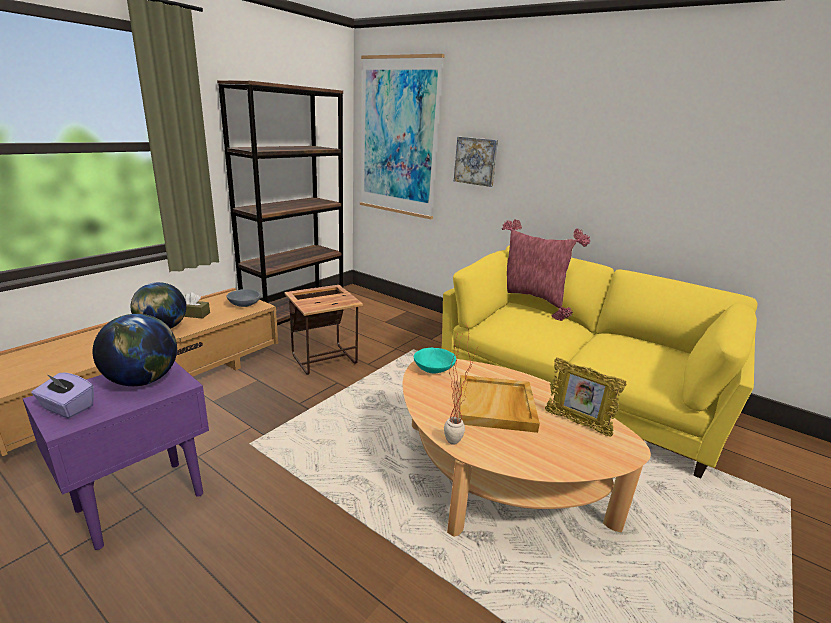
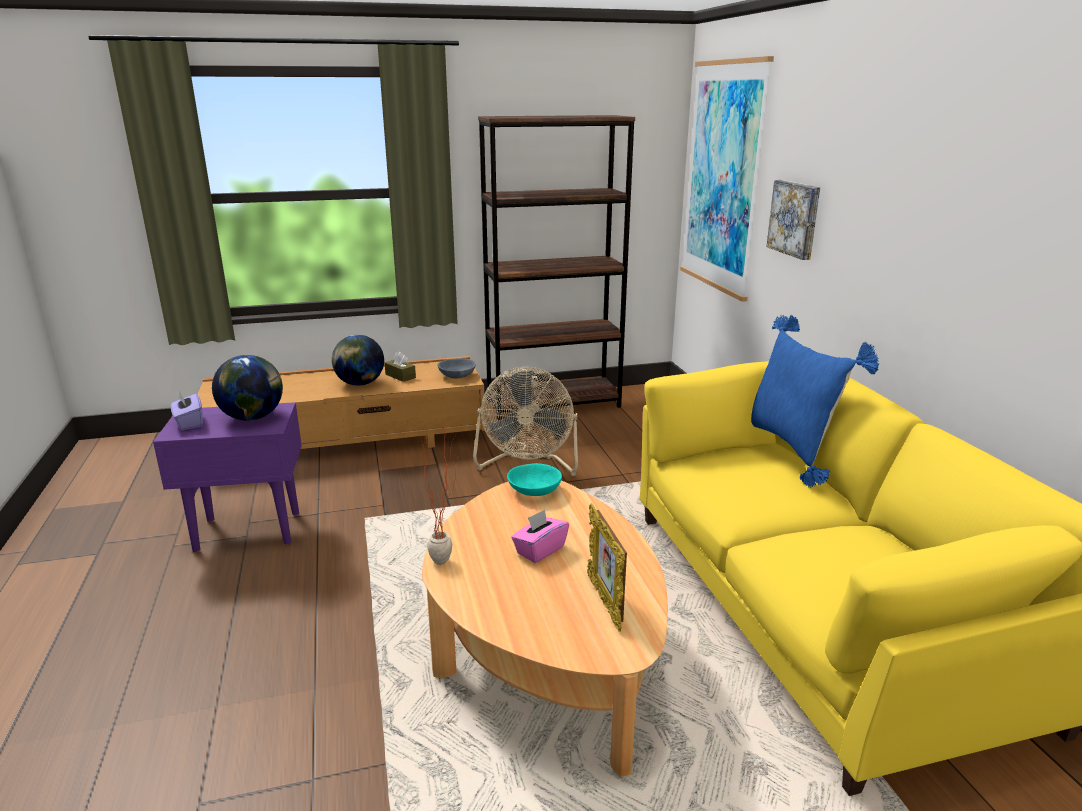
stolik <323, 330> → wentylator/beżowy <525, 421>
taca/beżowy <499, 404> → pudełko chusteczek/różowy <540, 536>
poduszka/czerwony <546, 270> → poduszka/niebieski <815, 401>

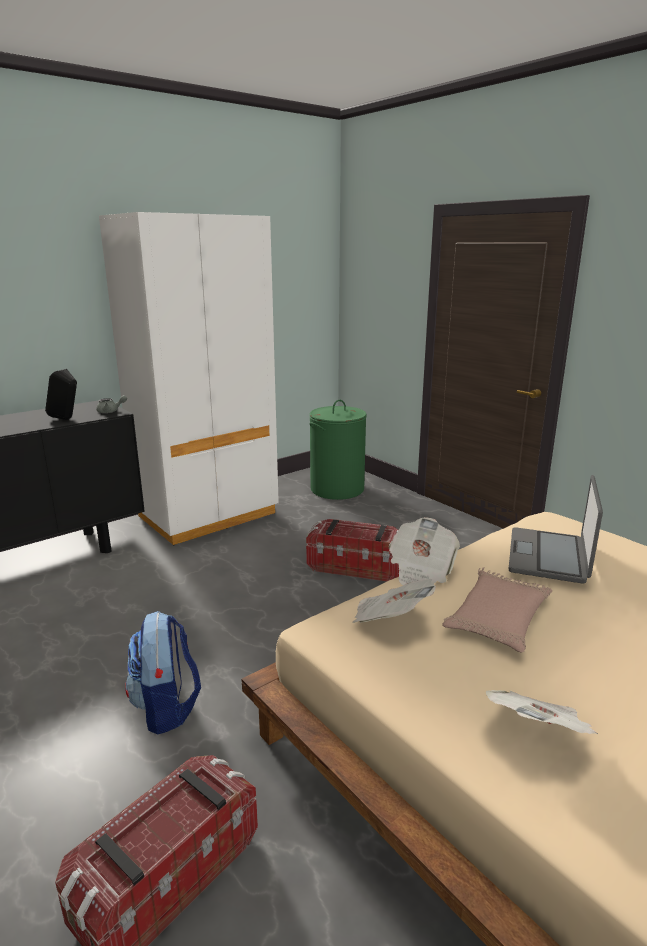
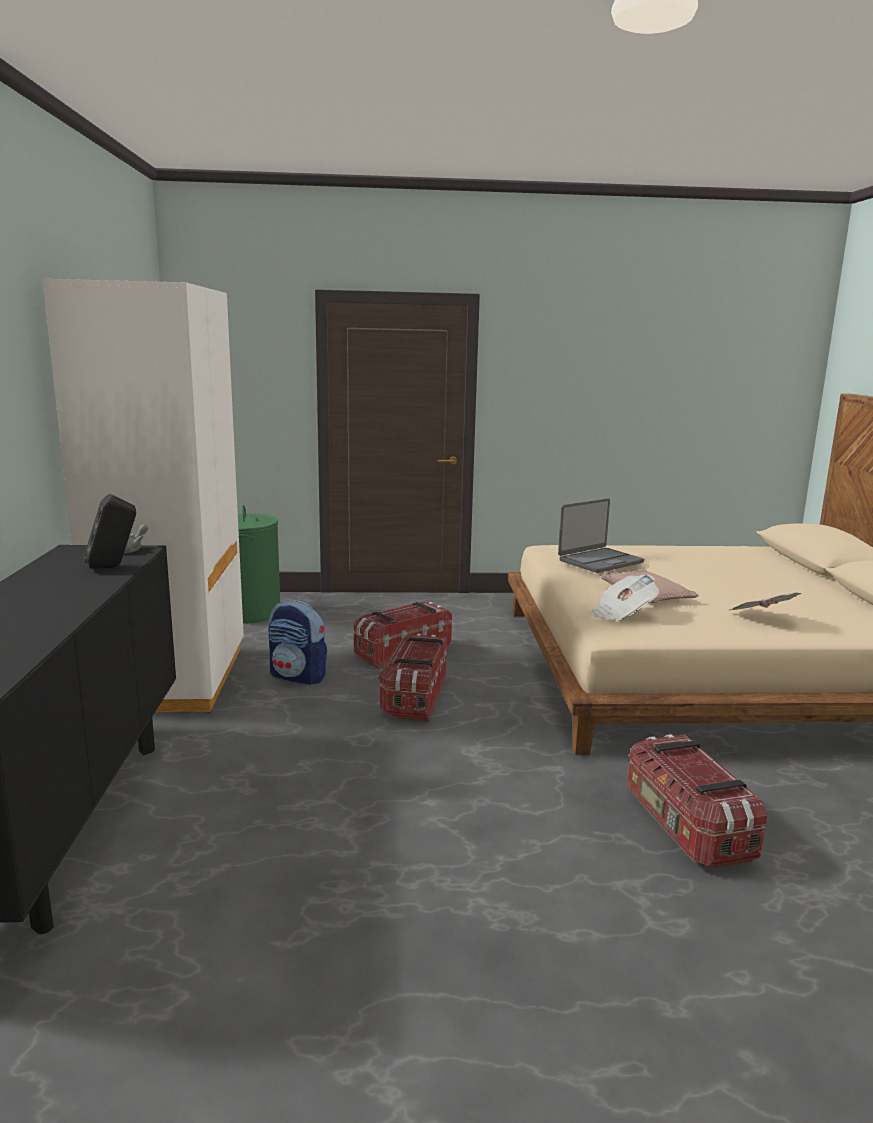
plecak <163, 673> → plecak <298, 642>, moved
- → pojemnik do przechowywania <413, 678>
laptop <556, 529> → laptop <601, 535>, 90 degrees counterclockwise
gazeta <424, 551> → -

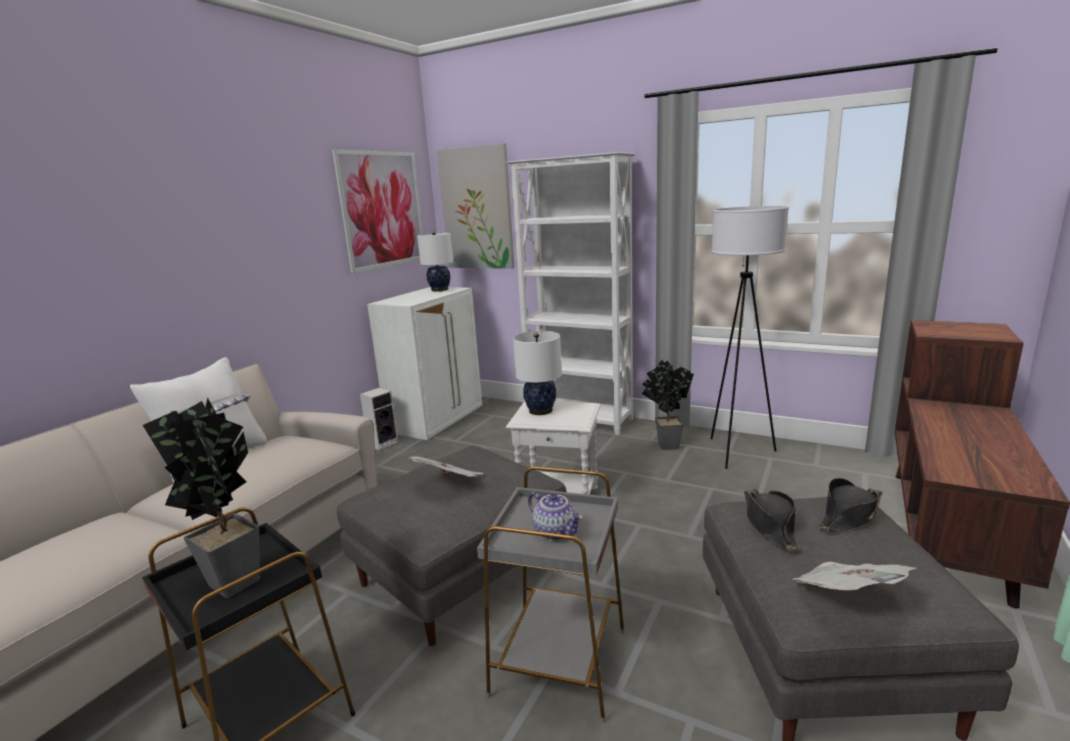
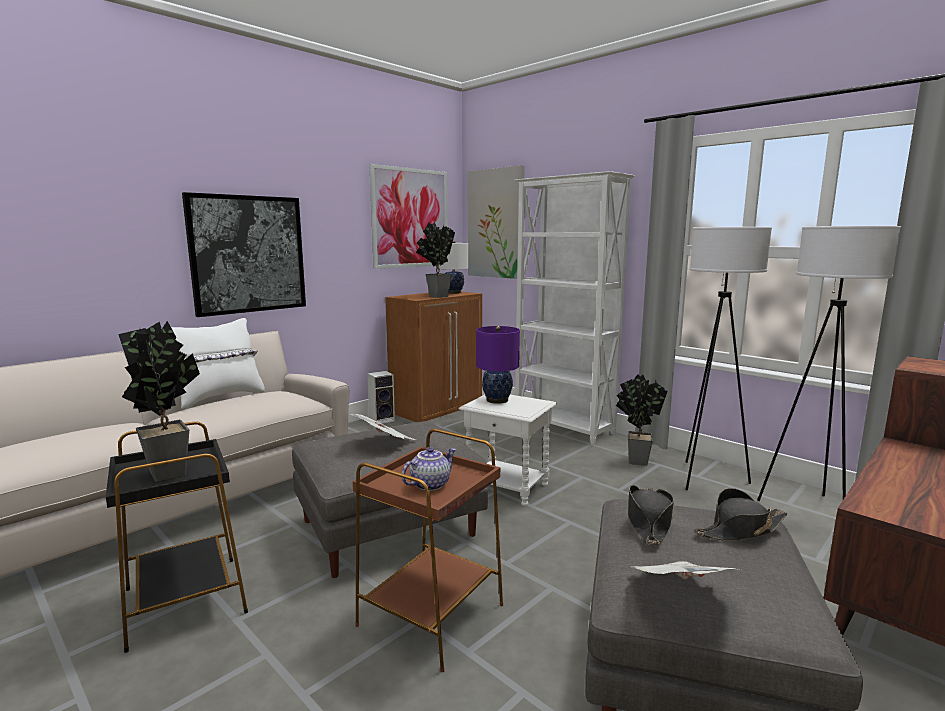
- → obraz <244, 254>
stolik/szary <550, 594> → stolik/brązowy <428, 550>
szafka/biały <424, 363> → szafka/brązowy <433, 356>
imbryk <555, 516> → imbryk <429, 469>, 105 degrees counterclockwise
- → roślina doniczkowa <435, 260>
lampa stołowa/biały <537, 373> → lampa stołowa/fioletowy <498, 365>
- → lampa stojąca/biały <829, 363>

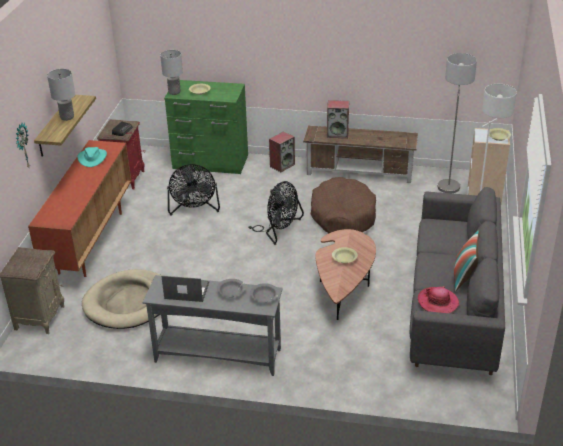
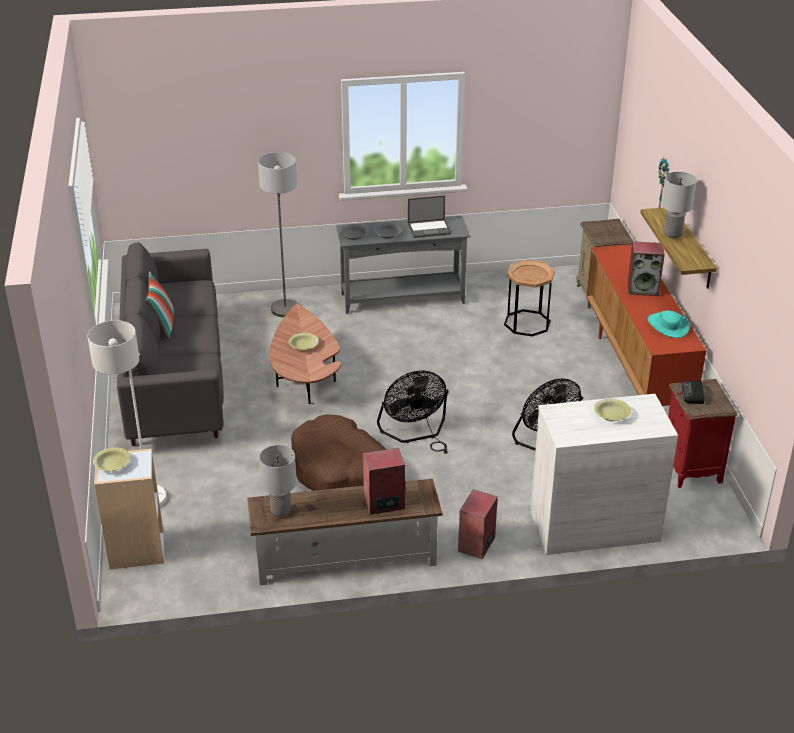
lampa stojąca/szary <457, 123> → lampa stojąca/szary <278, 234>, moved
lampa stołowa/szary <171, 72> → lampa stołowa/szary <278, 481>, moved
wentylator/czarny <276, 213> → wentylator/czarny <413, 412>, 60 degrees clockwise
legowisko/beżowy <122, 299> → stolik/brązowy <529, 298>
komoda/zielony <206, 127> → komoda/biały <604, 474>
- → głośnik <646, 268>
kapelusz <438, 299> → -

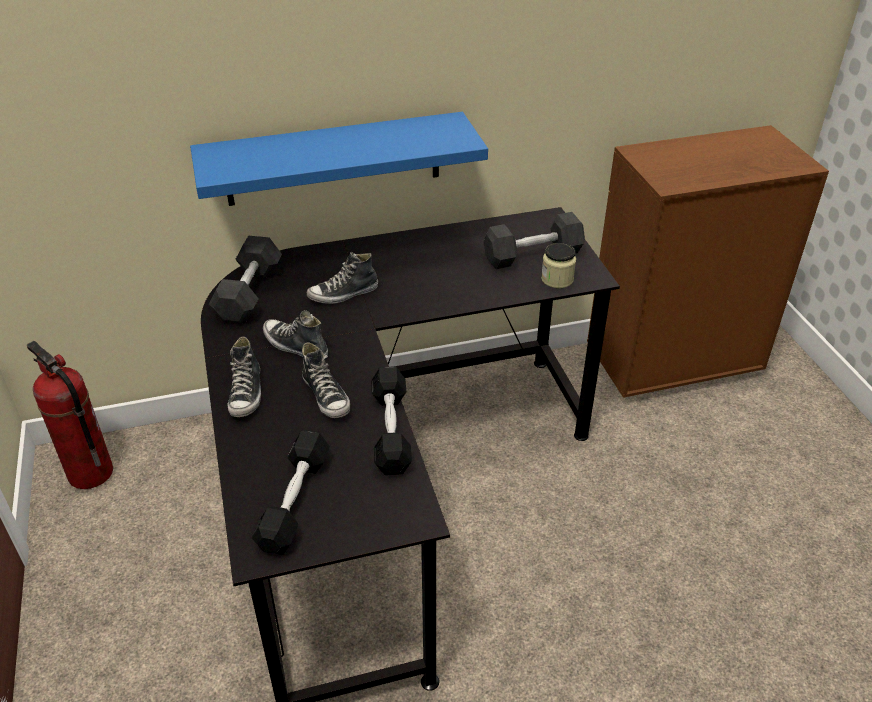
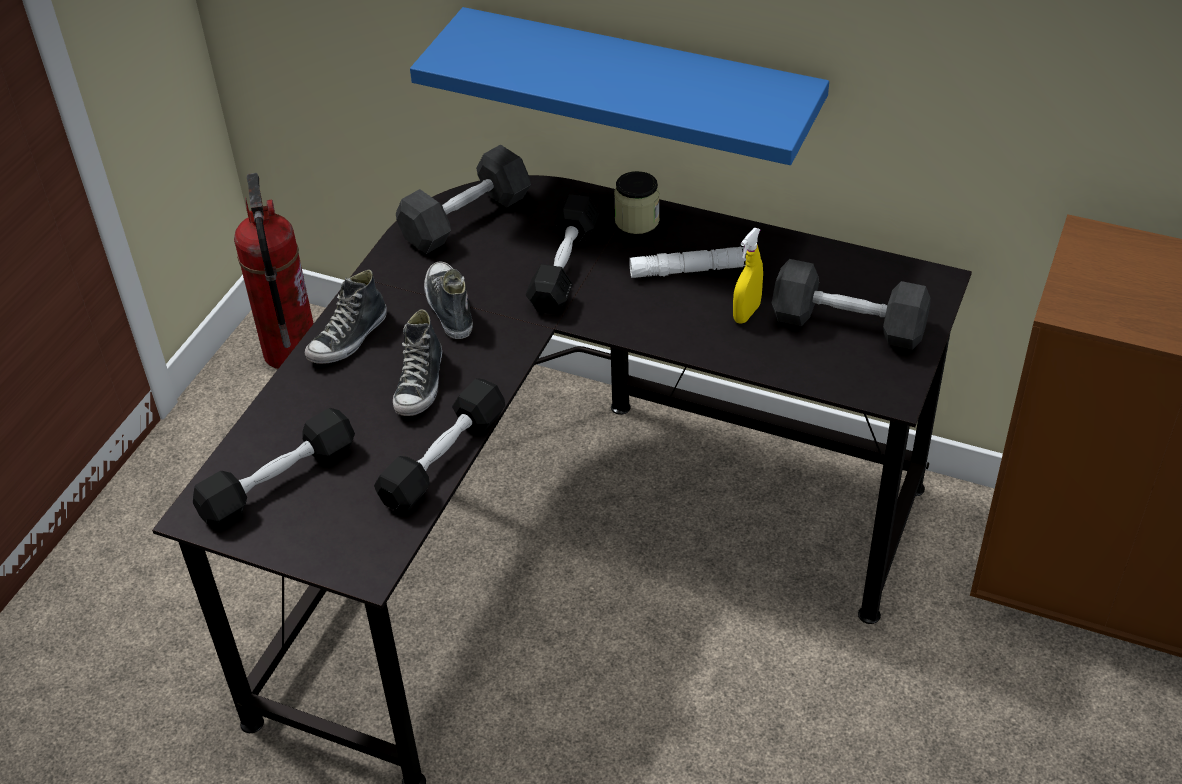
but <342, 278> → hantel/czarny <562, 254>
słoik <558, 265> → słoik <637, 202>, moved
- → latarka/biały <687, 262>
- → spryskiwacz/żółty <748, 276>

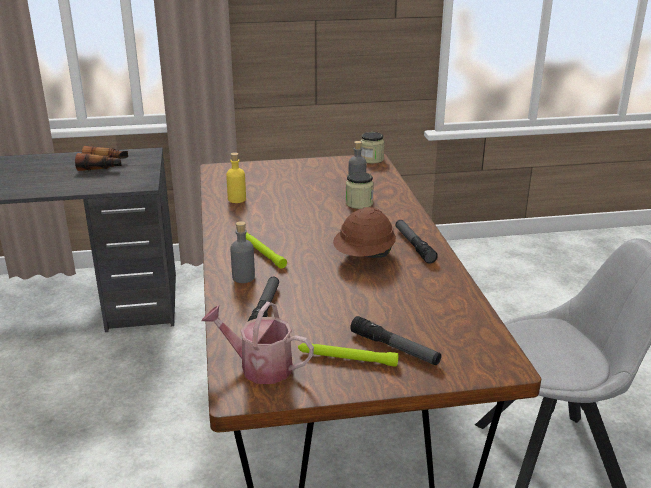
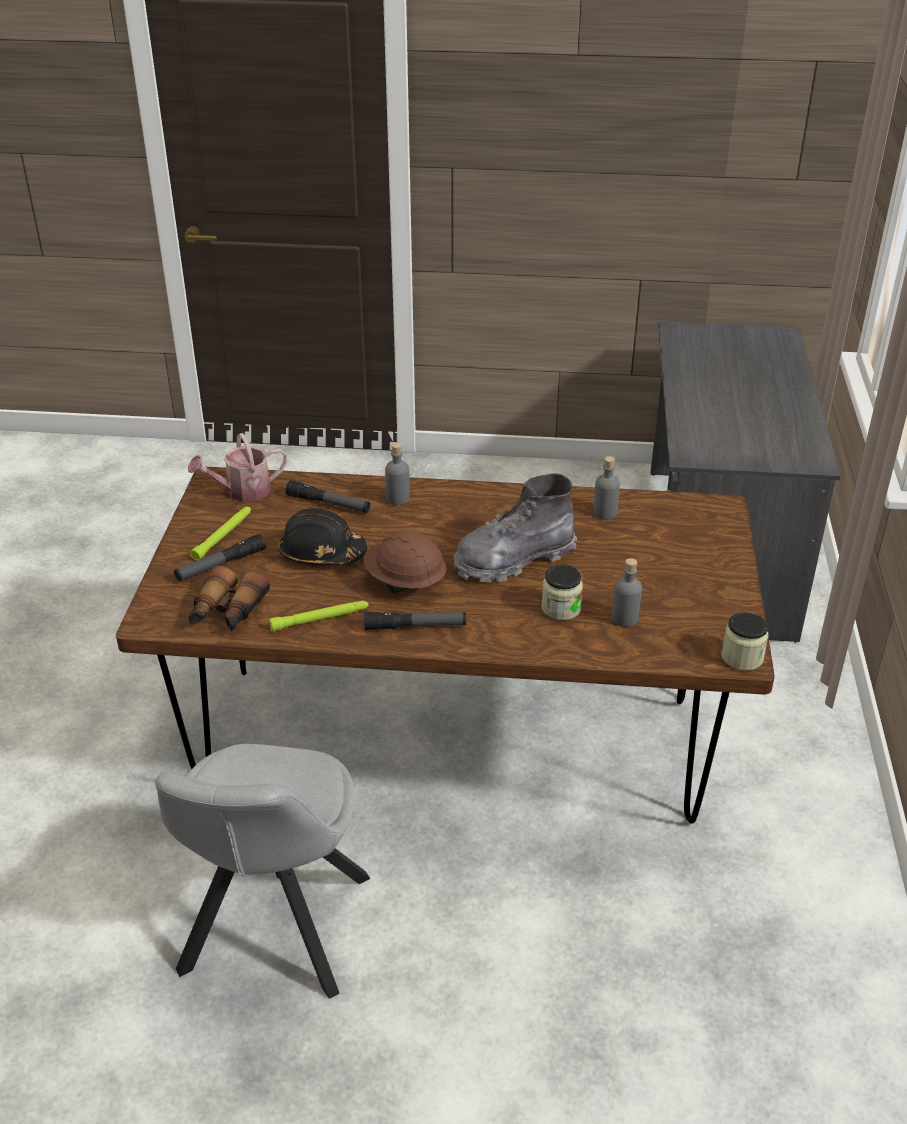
konewka <258, 343> → konewka <237, 467>, 150 degrees counterclockwise
lornetka <101, 158> → lornetka <229, 598>, moved
latarka/zielony <266, 251> → latarka/zielony <319, 616>, moved
- → kask/czarny <323, 536>
- → but z cholewką/szary <515, 527>
butelka/żółty <236, 177> → butelka/szary <606, 488>

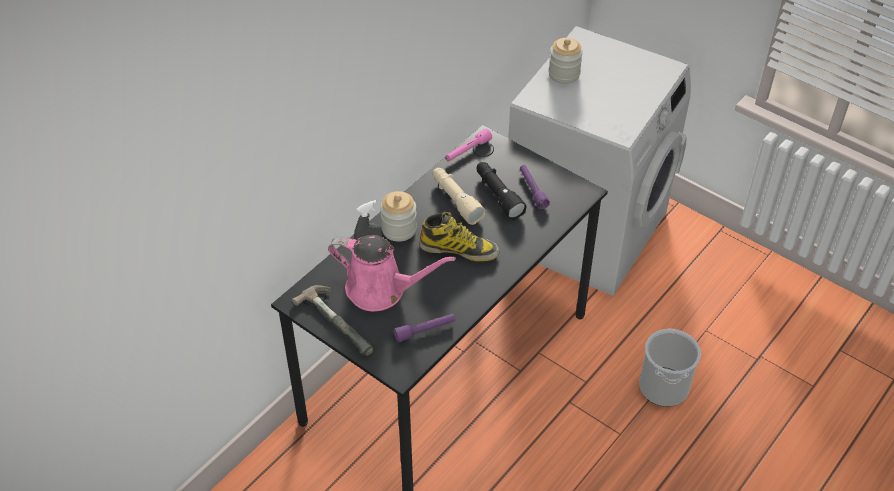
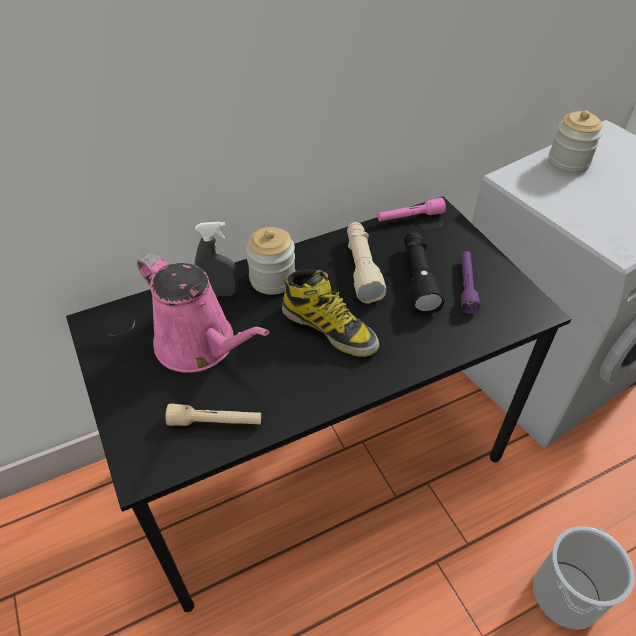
latarka/fioletowy <424, 328> → latarka/beżowy <213, 415>
młotek <332, 320> → -

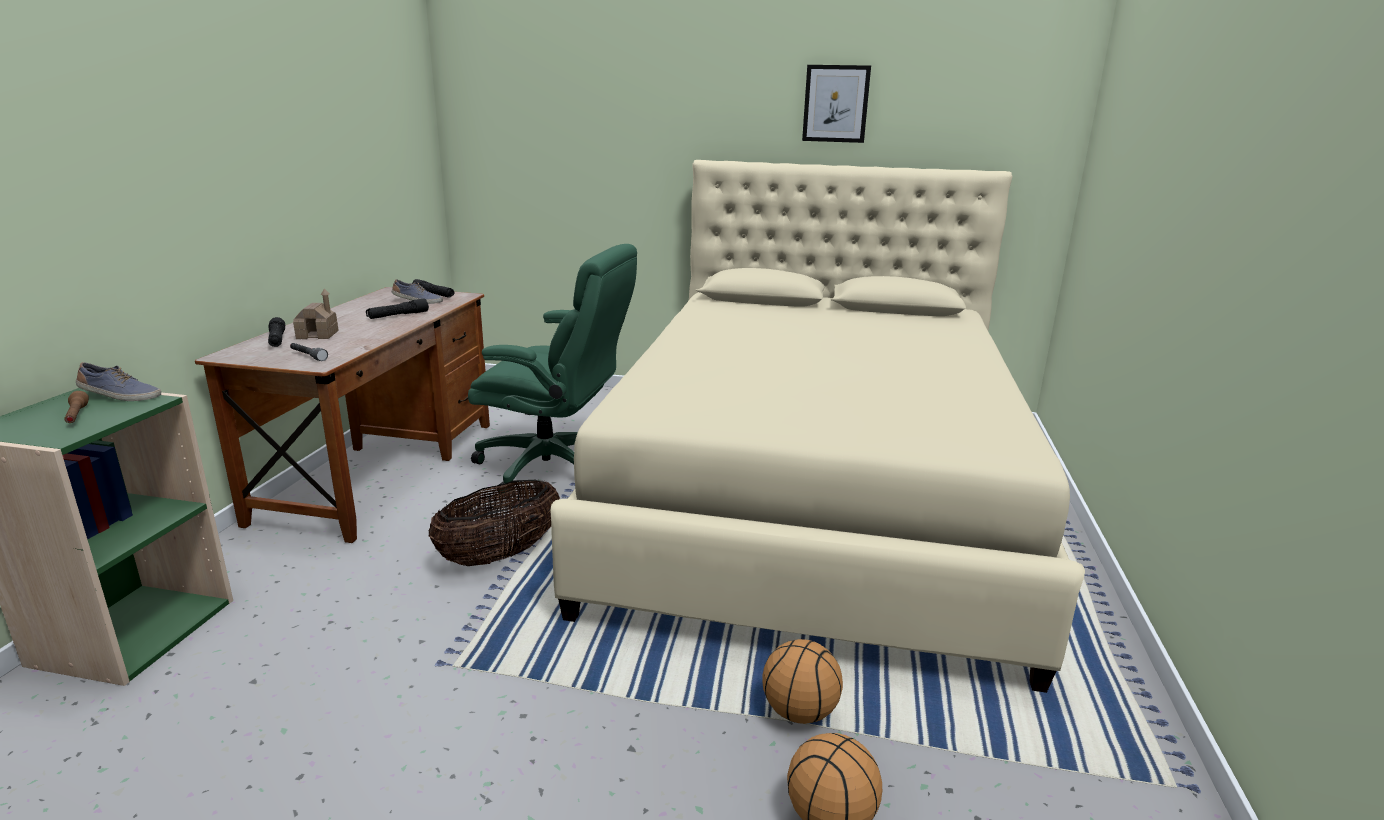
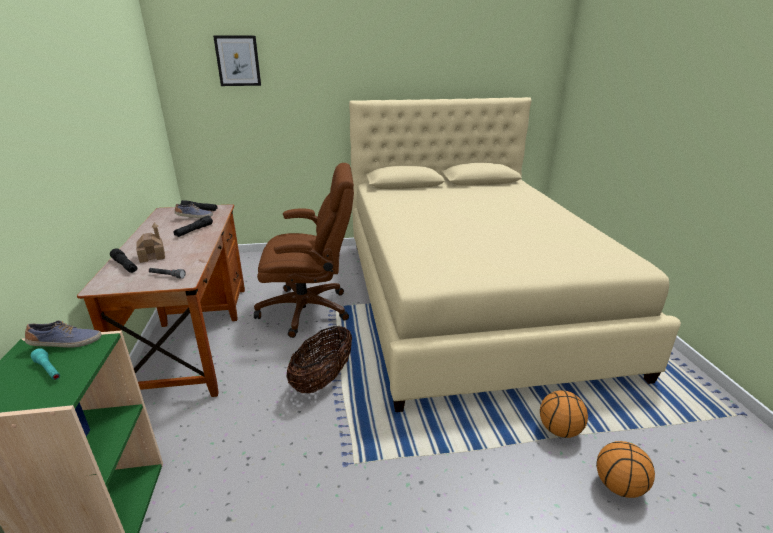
latarka/brązowy <76, 407> → latarka/turkusowy <45, 364>
obraz <836, 104> → obraz <237, 61>, moved
krzesło biurowe/zielony <552, 368> → krzesło biurowe/brązowy <304, 250>

